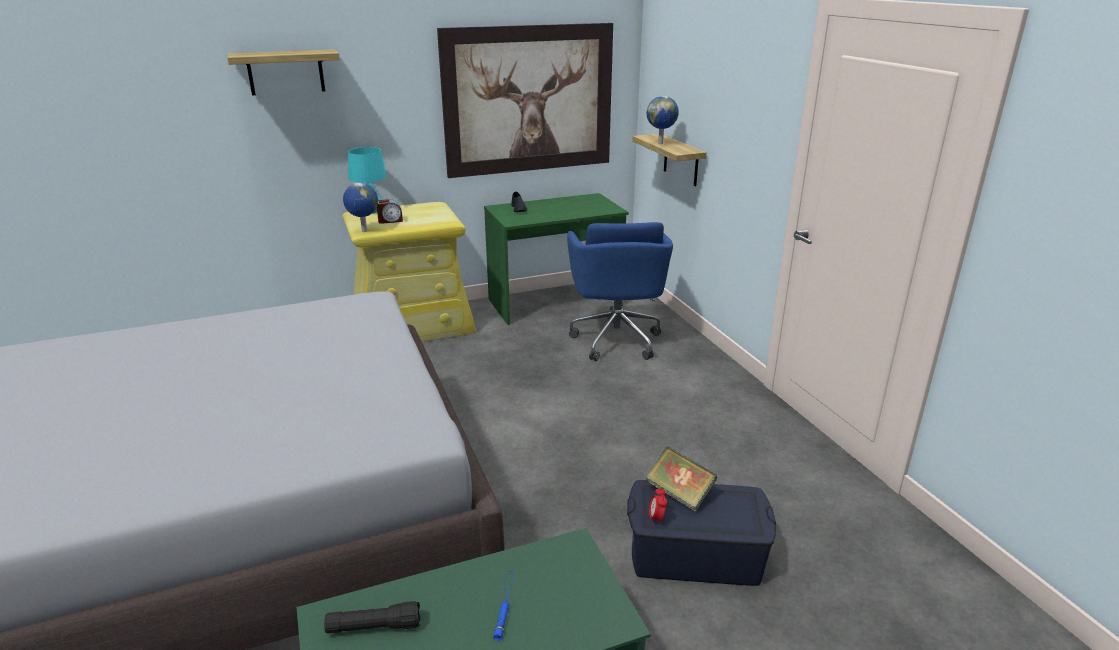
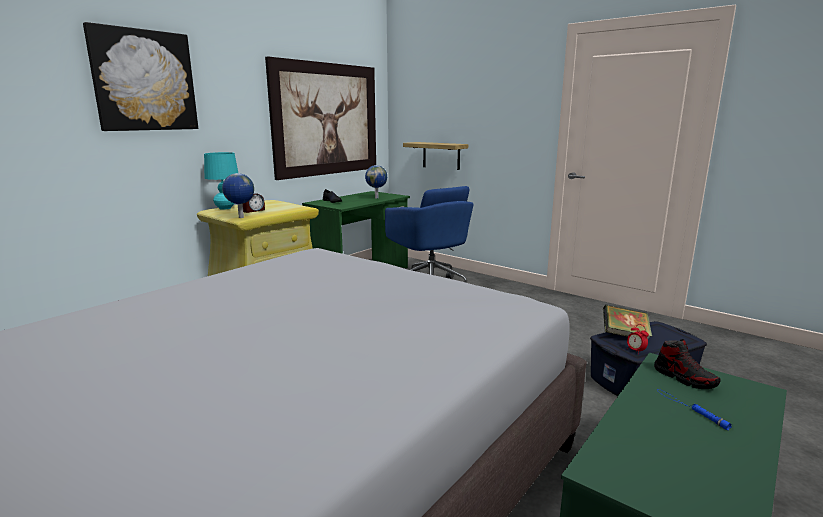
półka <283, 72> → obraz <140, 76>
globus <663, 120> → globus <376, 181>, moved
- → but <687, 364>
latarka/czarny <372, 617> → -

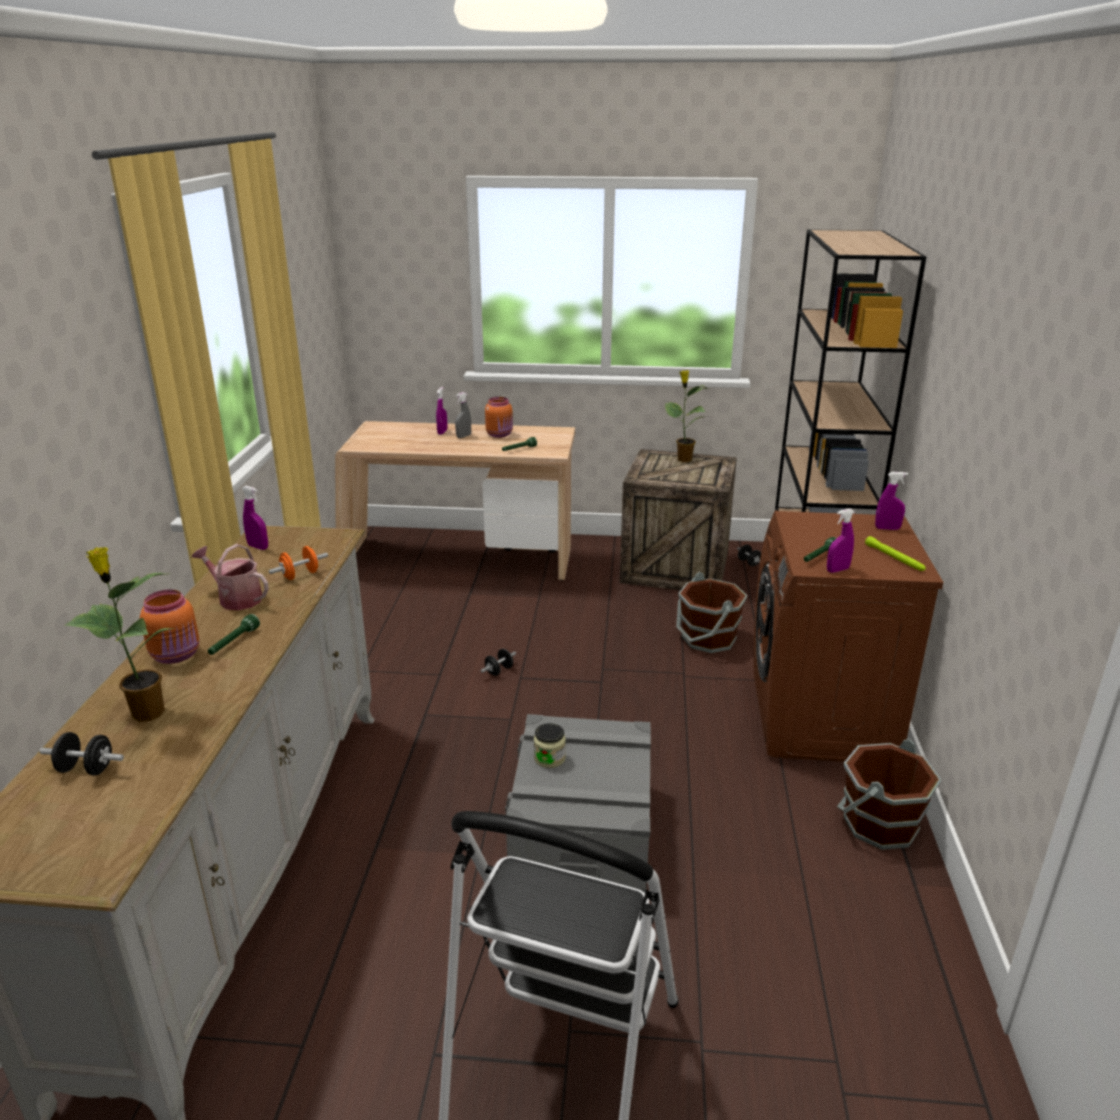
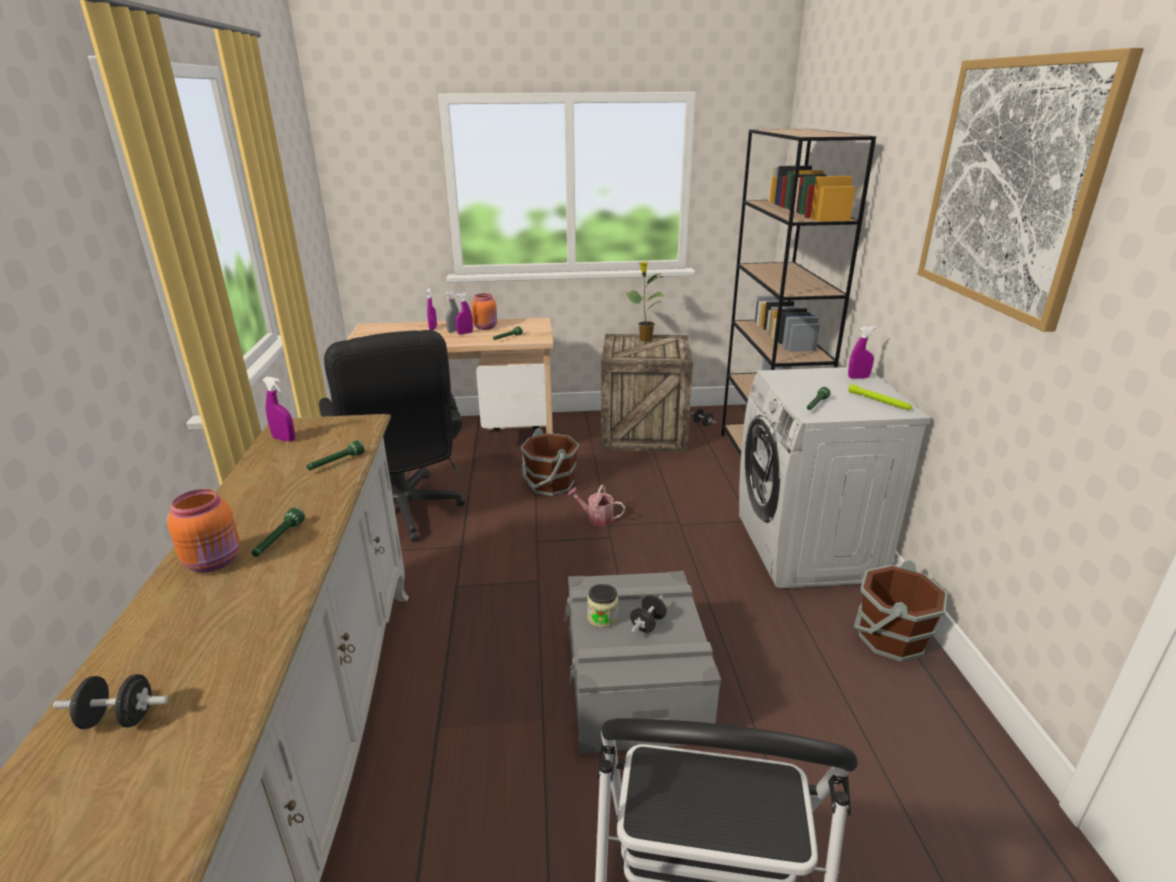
hantel/pomarańczowy <298, 563> → latarka/zielony <335, 455>
- → krzesło biurowe/czarny <392, 436>
spryskiwacz/fioletowy <841, 541> → spryskiwacz/fioletowy <464, 314>, moved
wiadro/brązowy <711, 612> → wiadro/brązowy <549, 462>, moved
konewka <230, 577> → konewka <596, 505>, moved
hantel/czarny <498, 662> → hantel/czarny <648, 614>, moved
pralka/brązowy <848, 636> → pralka/biały <834, 477>
- → obraz <1031, 190>
roślina doniczkowa <119, 634> → -

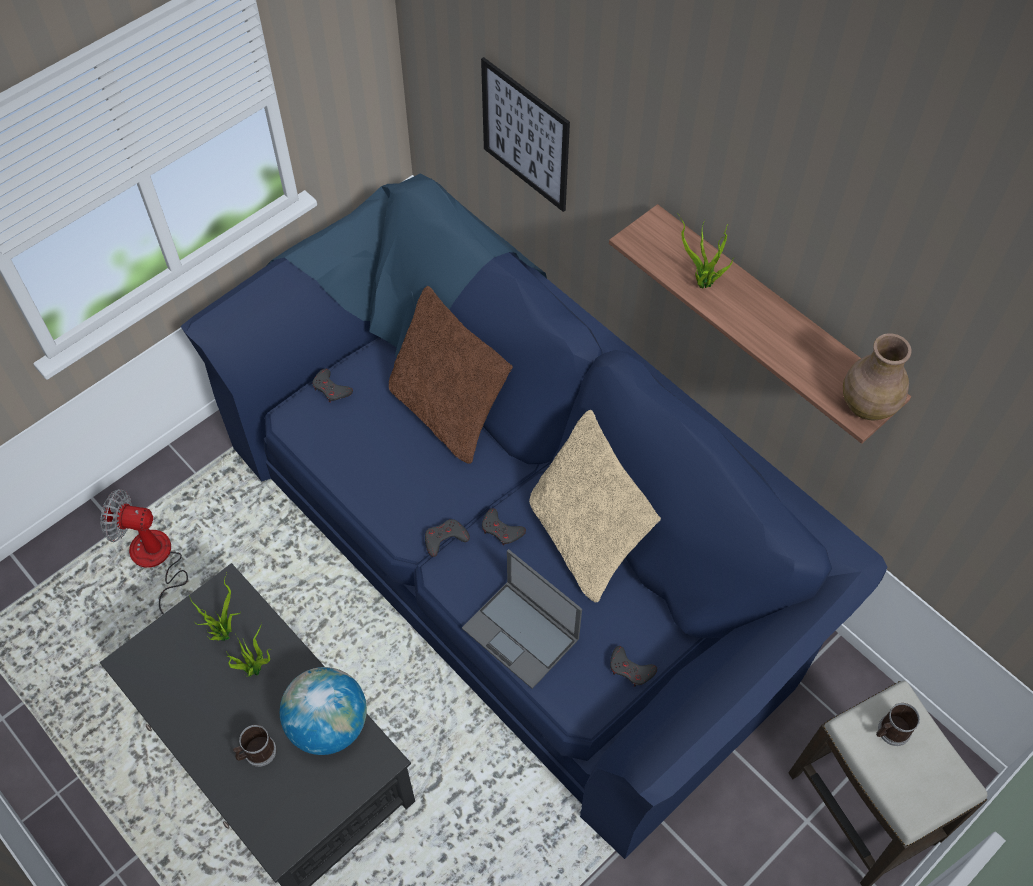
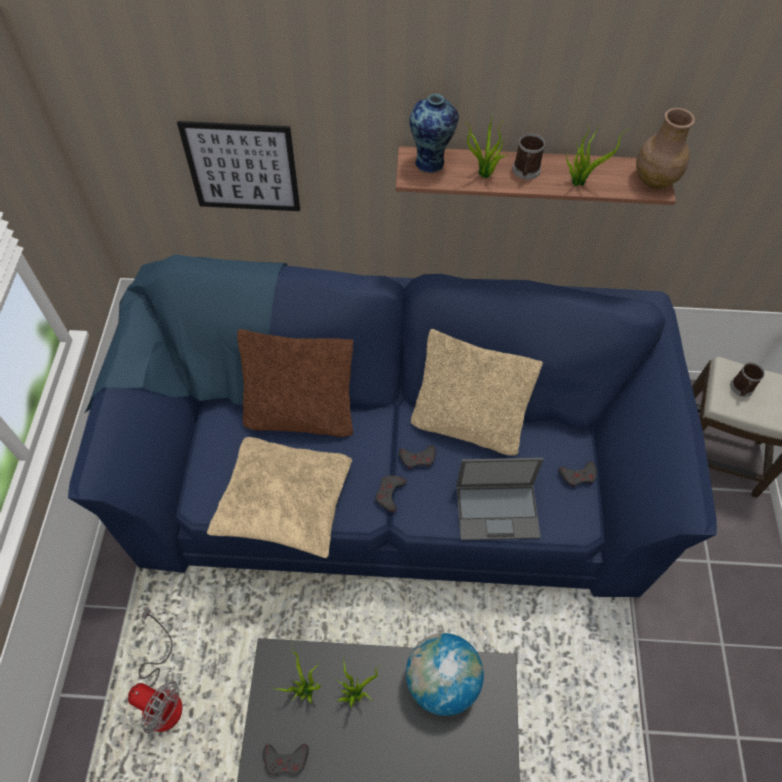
wentylator <144, 551> → wentylator <155, 670>, 120 degrees counterclockwise
- → poduszka/beżowy <279, 497>
pad do gier/szary <333, 385> → pad do gier/szary <286, 759>, moved
- → wazon <434, 134>
kubek <254, 746> → kubek <528, 156>, moved
- → roślina doniczkowa <598, 155>

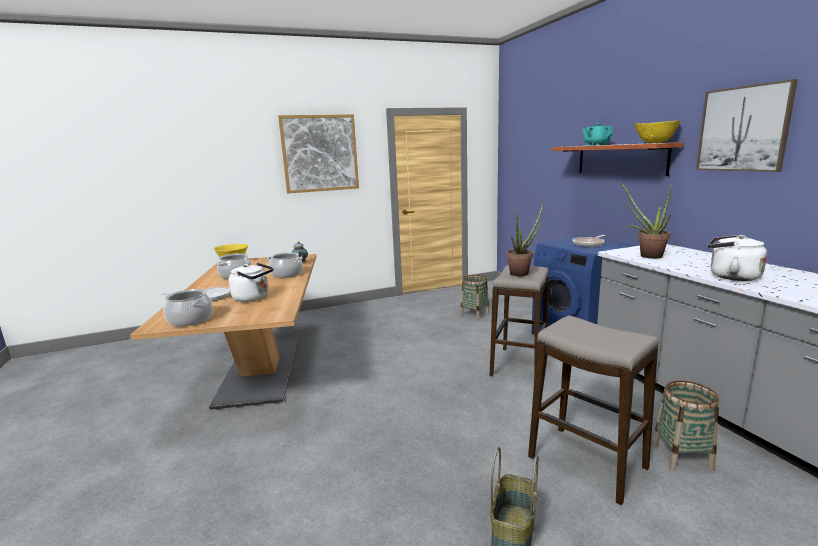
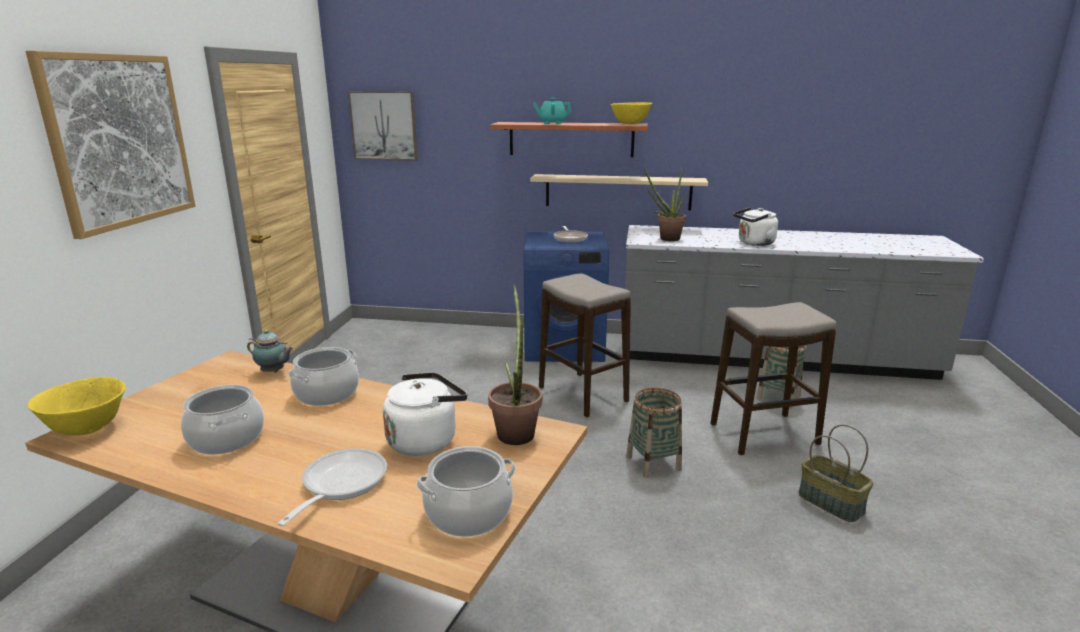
obraz <747, 125> → obraz <383, 126>, moved
roślina doniczkowa <525, 239> → roślina doniczkowa <515, 364>, moved
- → półka/beżowy <619, 192>
koszyk <474, 297> → koszyk <654, 433>, moved

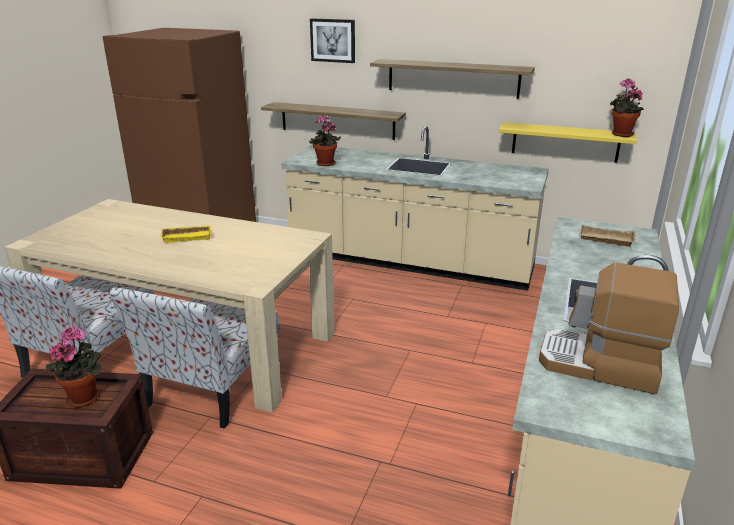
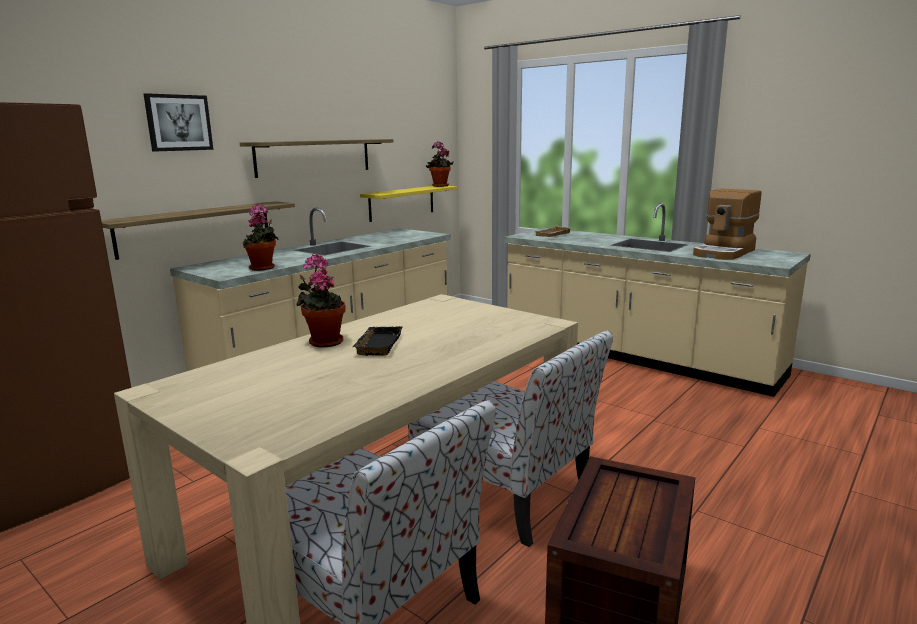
roślina doniczkowa <74, 366> → roślina doniczkowa <321, 301>, moved
taca/żółty <185, 234> → taca/czarny <378, 341>

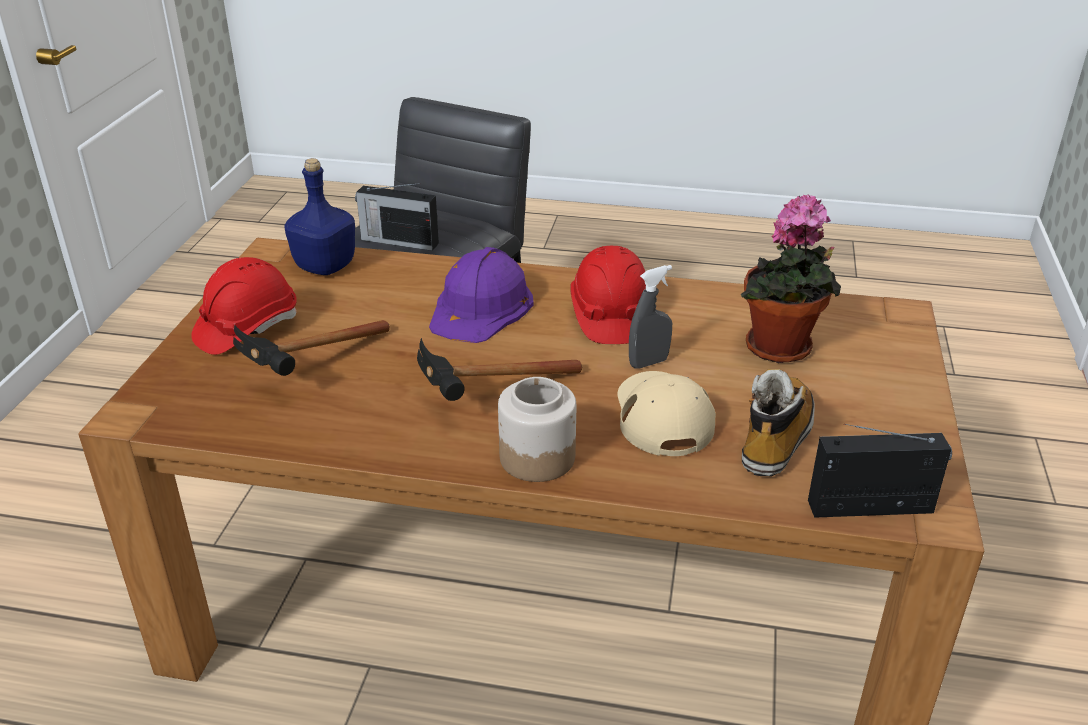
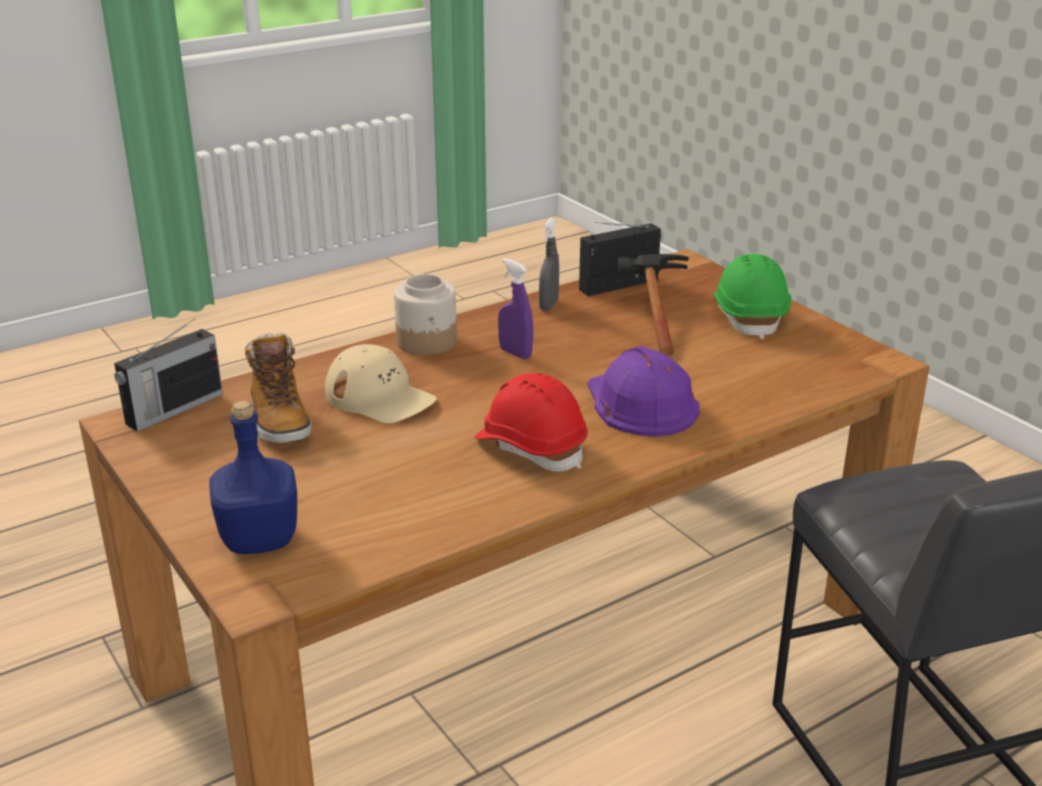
butelka/niebieski <319, 216> → butelka/niebieski <253, 477>, moved
młotek <499, 369> → spryskiwacz/fioletowy <515, 308>
spryskiwacz/szary <650, 317> → spryskiwacz/szary <549, 264>, moved
radio <397, 217> → radio <620, 259>, moved
kask/czerwony <244, 306> → kask/zielony <752, 296>
roślina doniczkowa <791, 279> → -

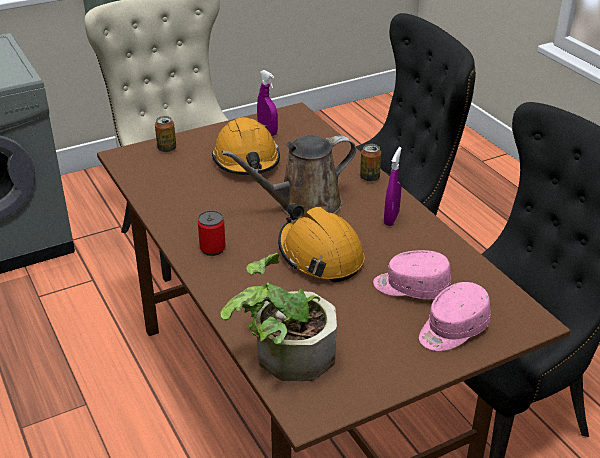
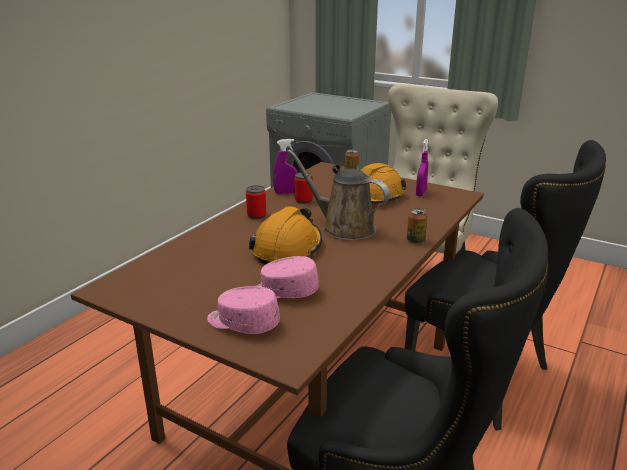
czapka z daszkiem/różowy <412, 274> → czapka z daszkiem/różowy <287, 277>, 75 degrees counterclockwise
spryskiwacz/fioletowy <393, 186> → spryskiwacz/fioletowy <285, 166>, moved
- → puszka <303, 188>
roślina doniczkowa <279, 317> → -

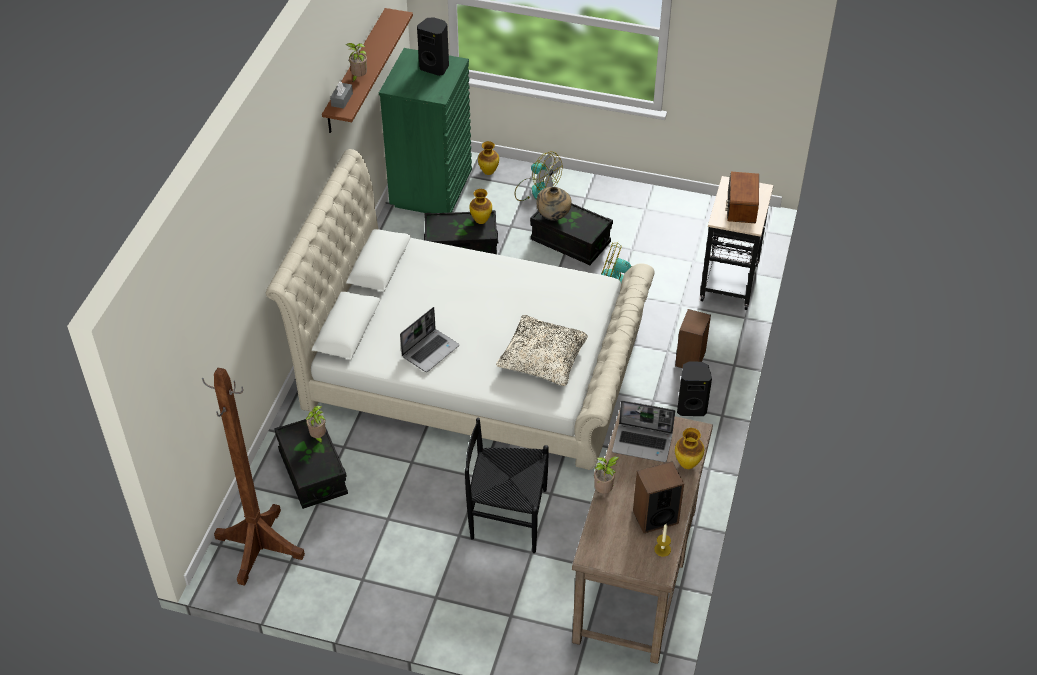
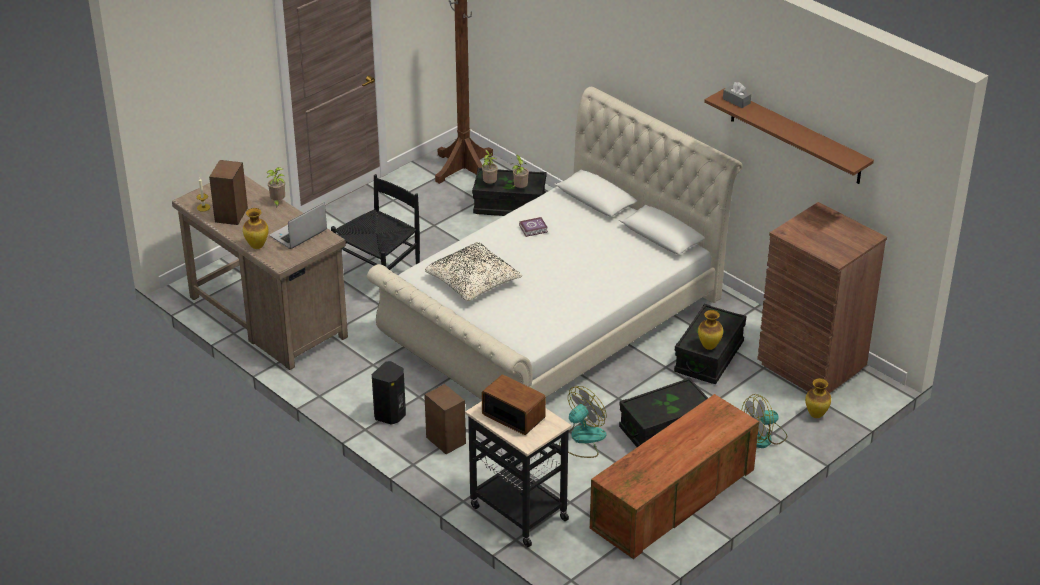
roślina doniczkowa <356, 63> → roślina doniczkowa <489, 167>, moved
laptop <429, 339> → książka <533, 227>
- → ławka/brązowy <675, 476>
komoda/zielony <425, 130> → komoda/brązowy <822, 297>
głośnik/czarny <433, 46> → -
wazon/beżowy <554, 204> → -

